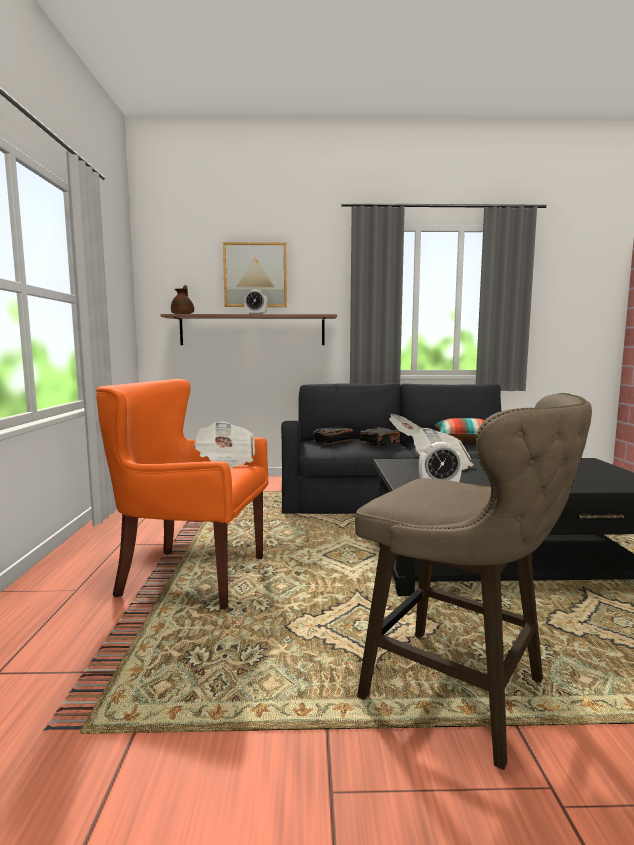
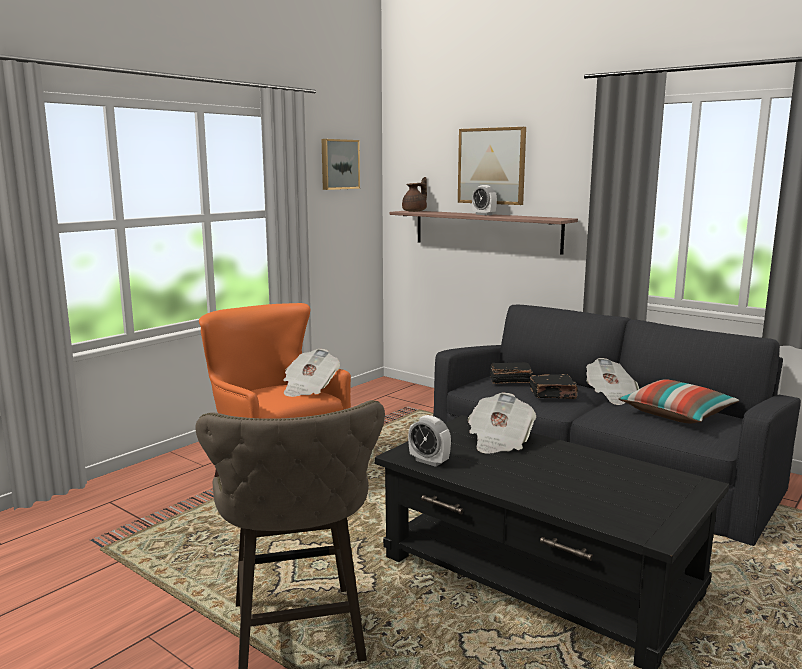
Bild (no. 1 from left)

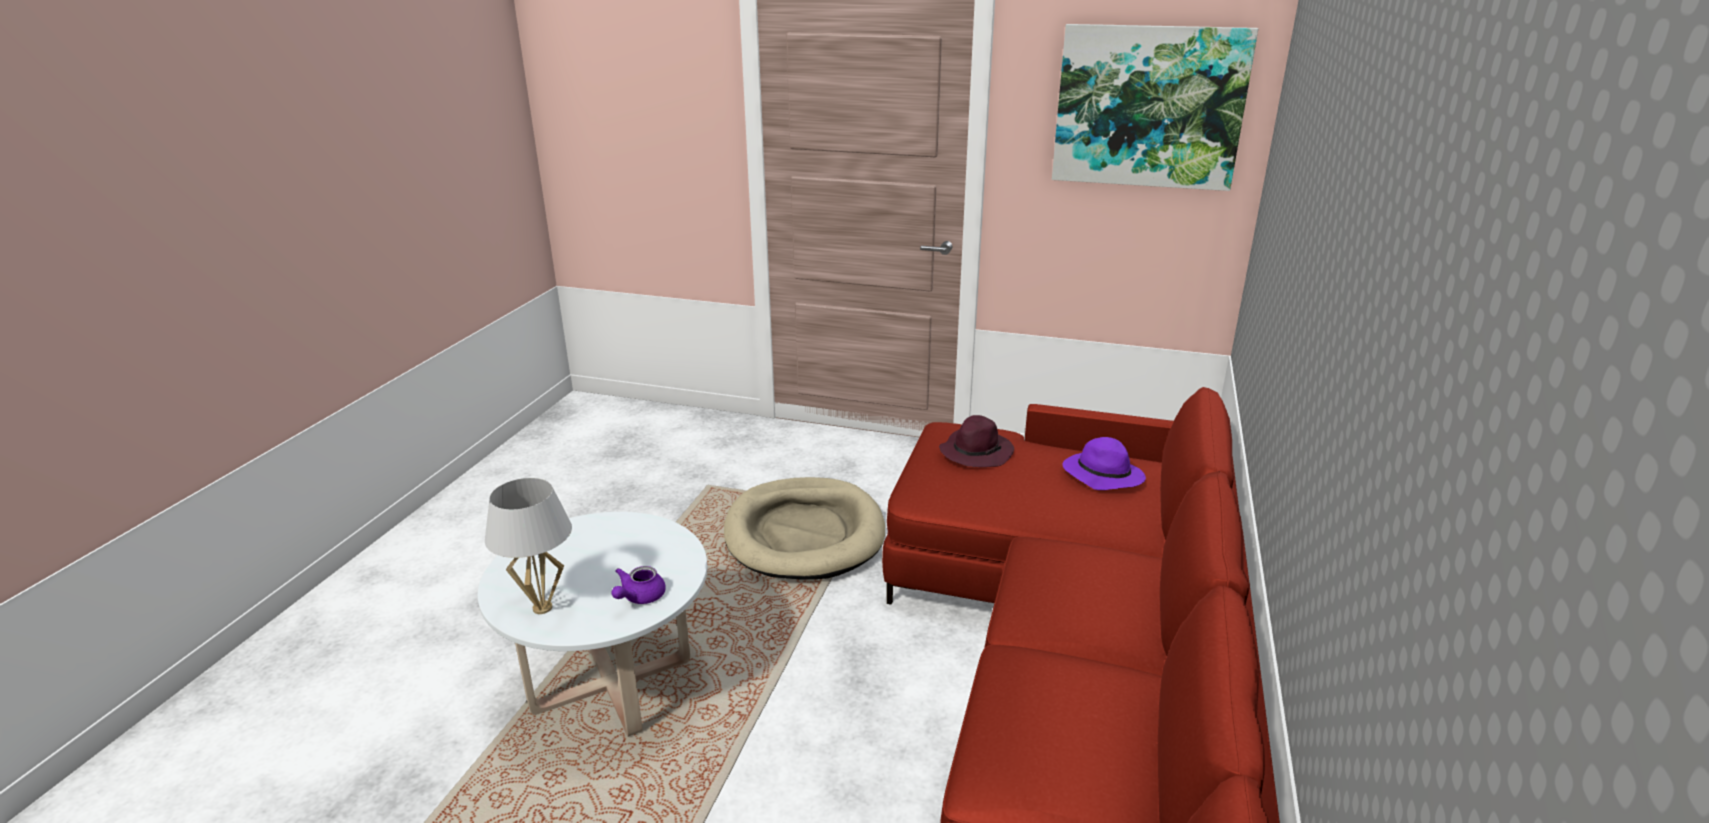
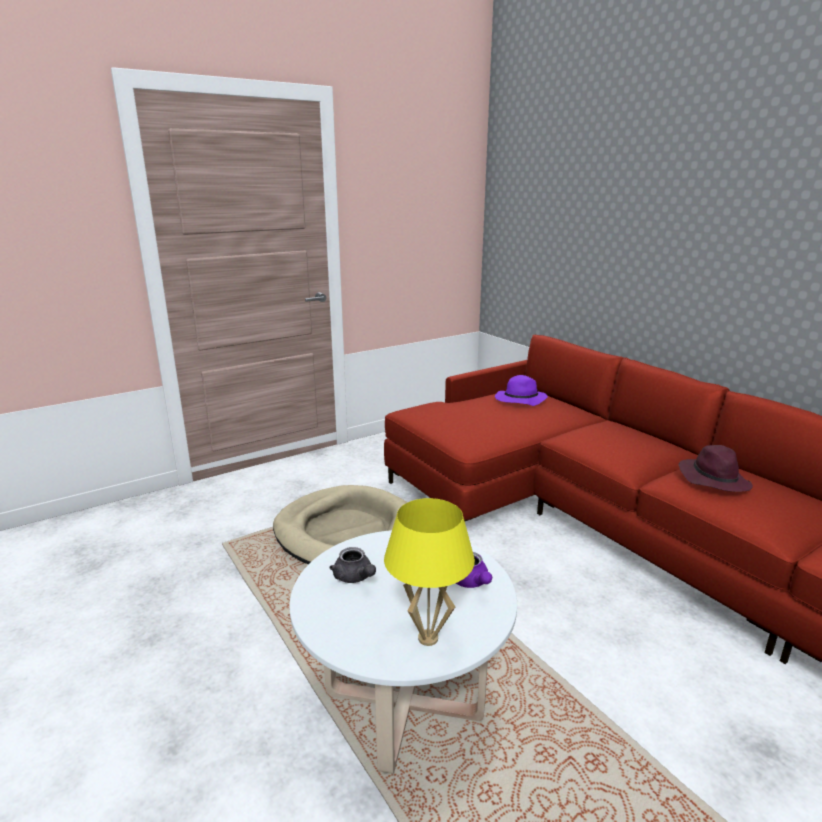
Bild
Hut (lila) (no. 2 from left)
Tischlampe (gelb)
Teekanne (grau)

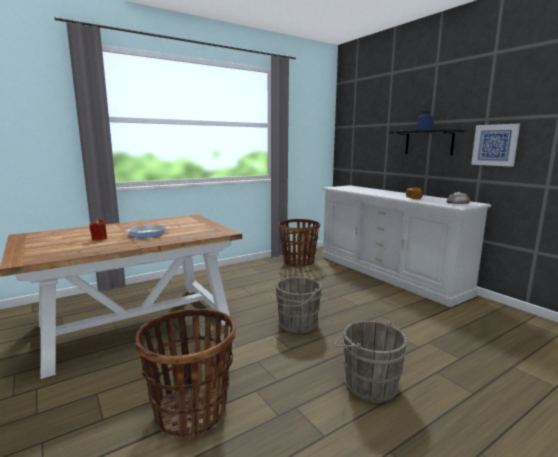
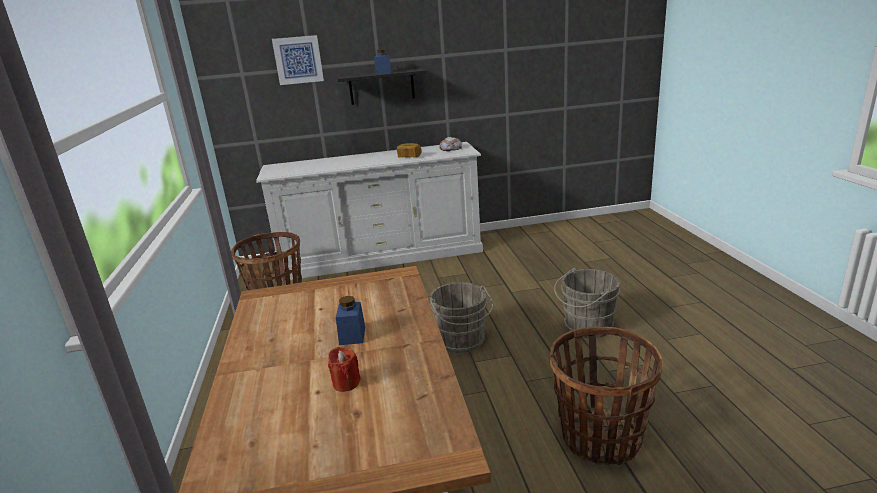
Bild
Vorratsglas (blau) (no. 1 from left)

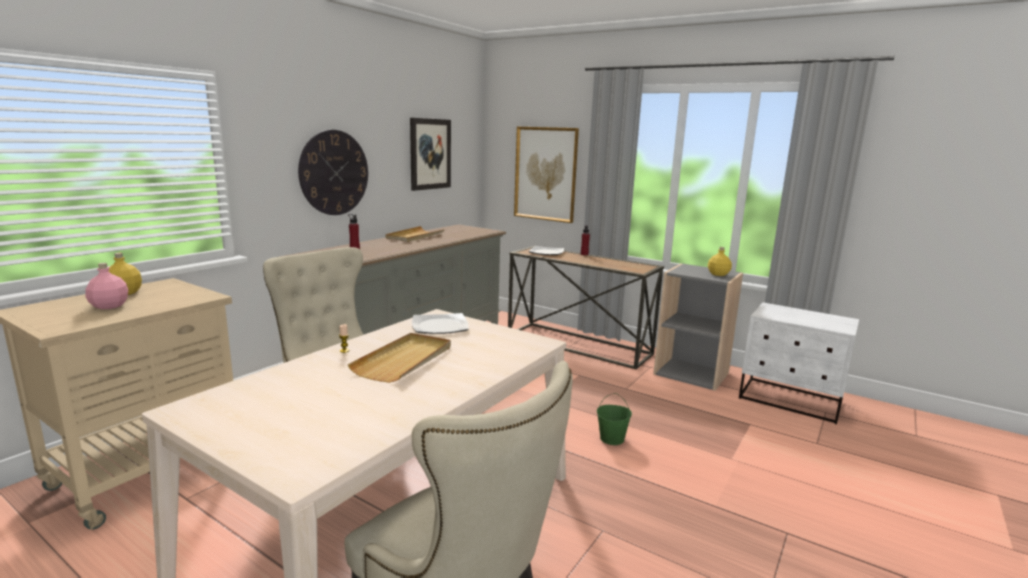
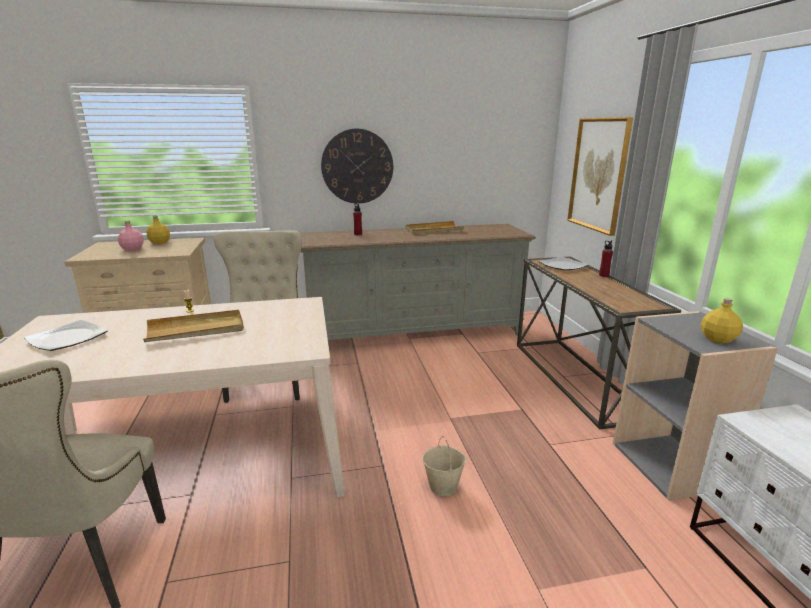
Bild (no. 1 from left in the first image)
Teller (no. 1 from left)
Eimer (beige)

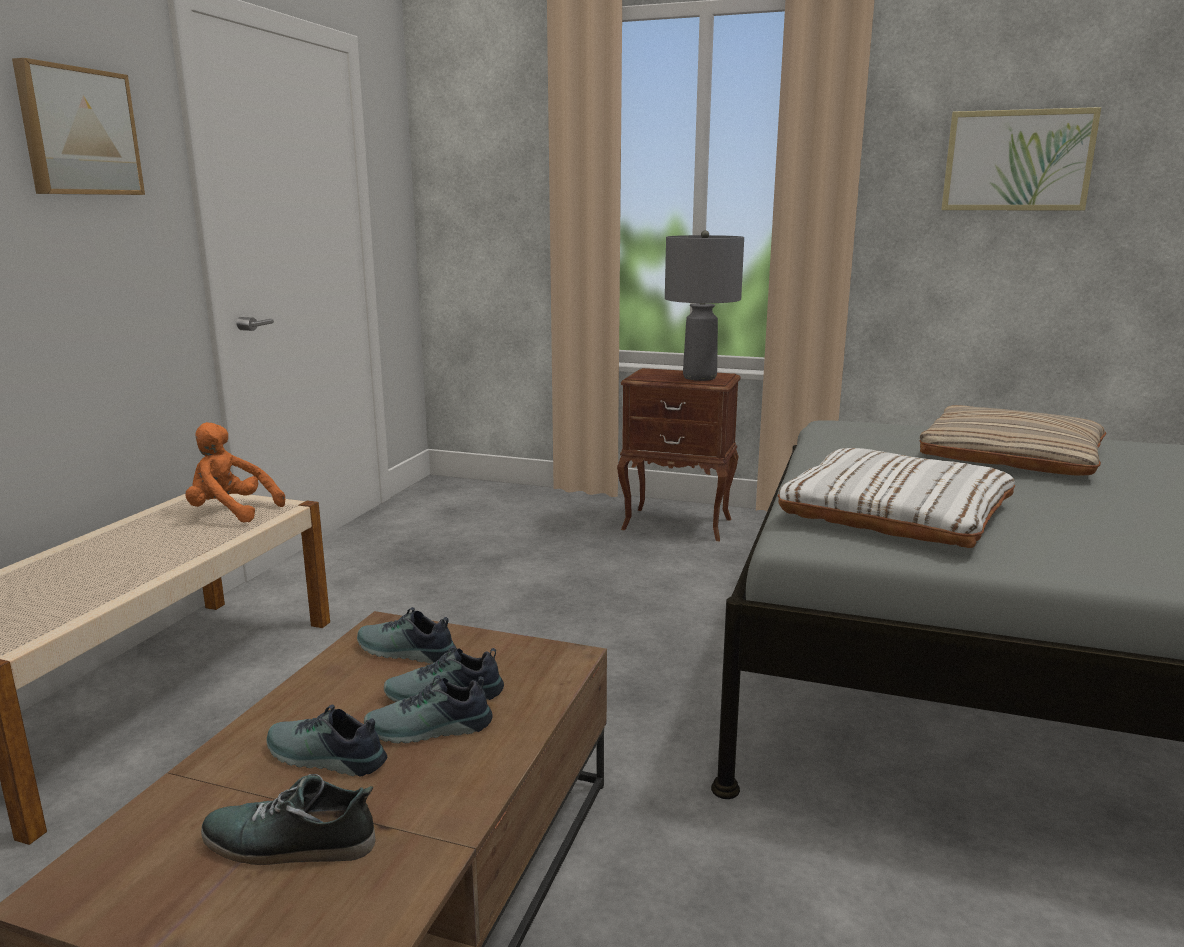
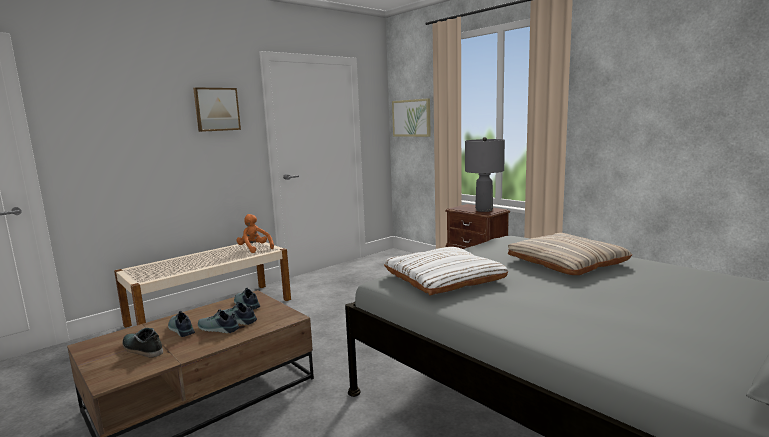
Bild (no. 2 from left)

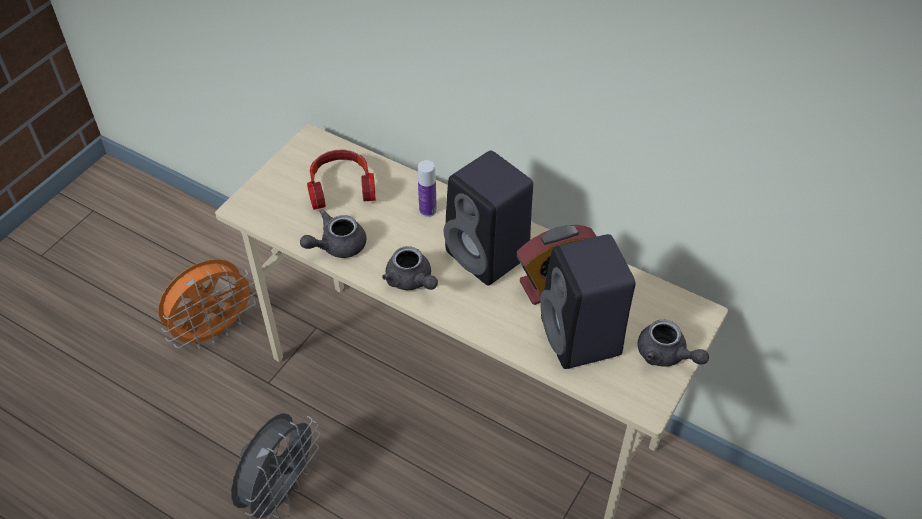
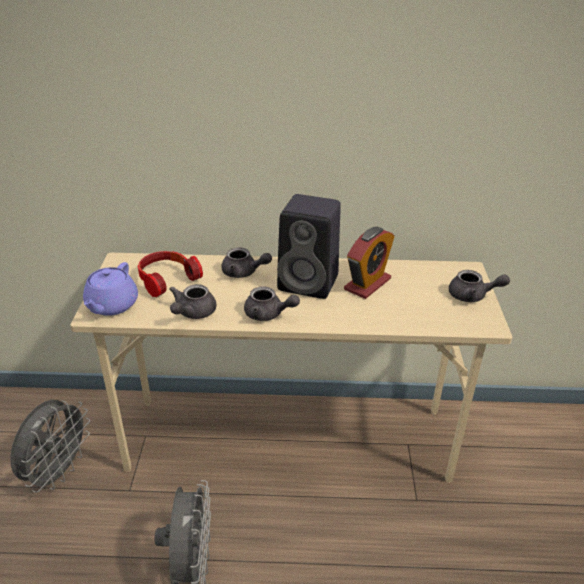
Teekanne (grau) (no. 2 from left)
Lautsprecher (schwarz) (no. 2 from left in the first image)
Ventilator (grau) (no. 1 from left)
Teekanne (lila)

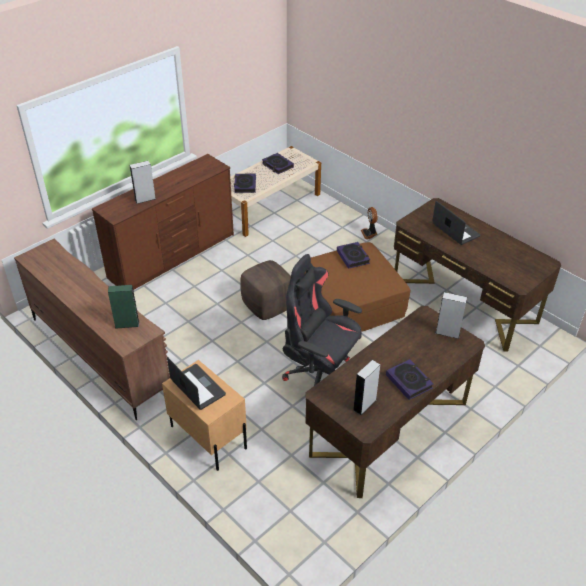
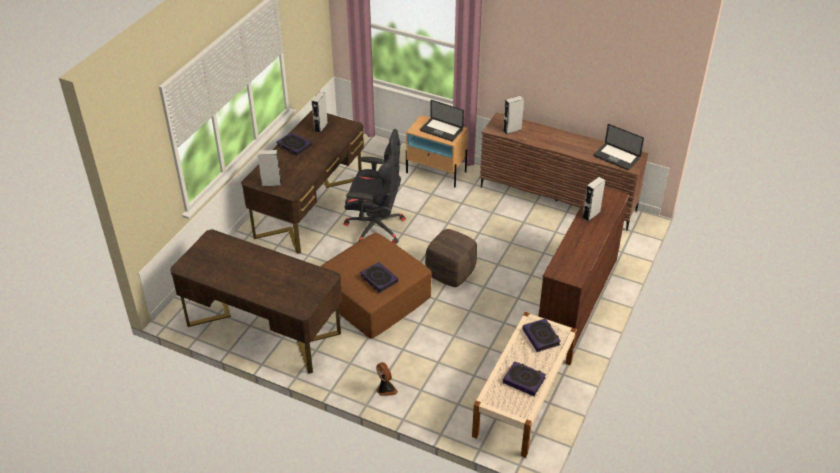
Laptop (no. 2 from left)
Lautsprecher (grau) (no. 3 from left)

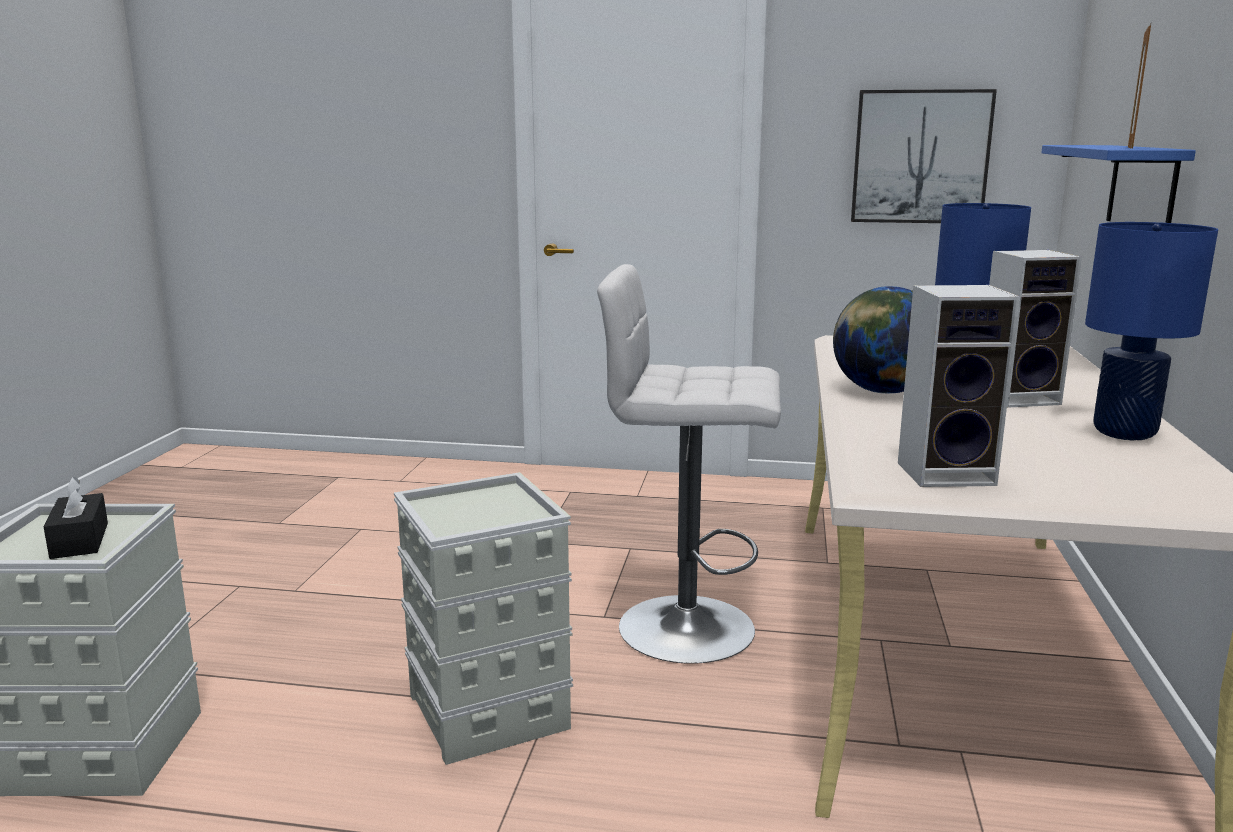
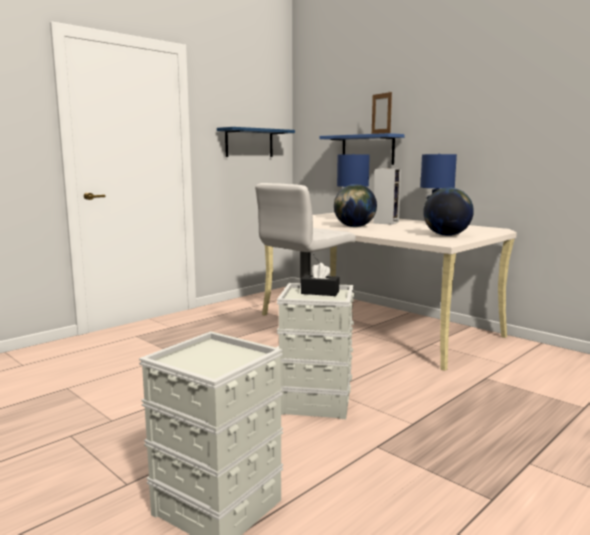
Wandregal (blau) (no. 1 from left)
Globus (no. 2 from left)
Taschentuchbox (schwarz)

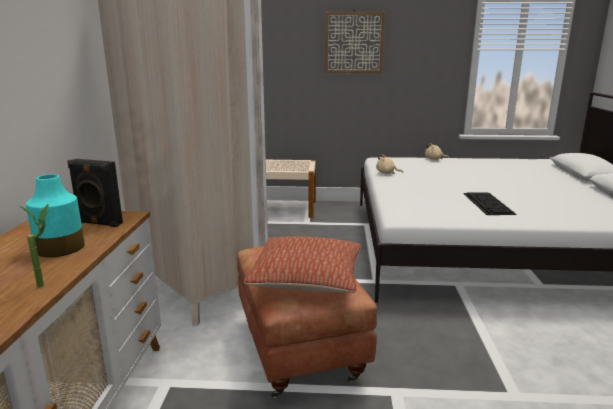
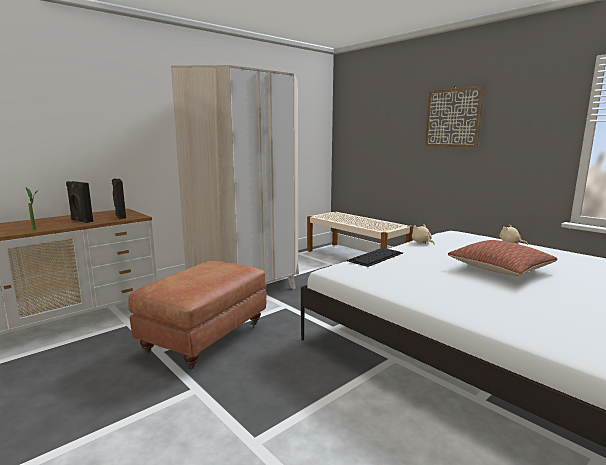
Lautsprecher (schwarz) (no. 1 from left)
Tastatur
Kissen

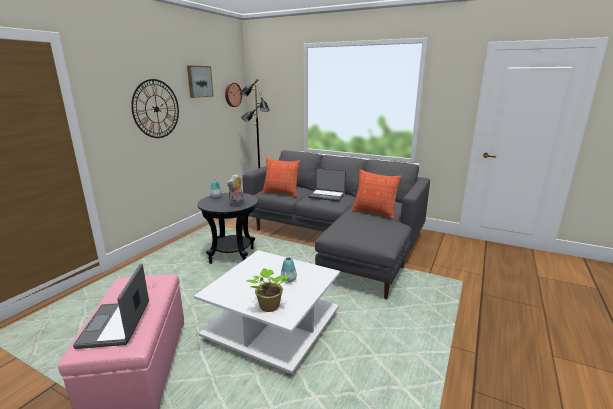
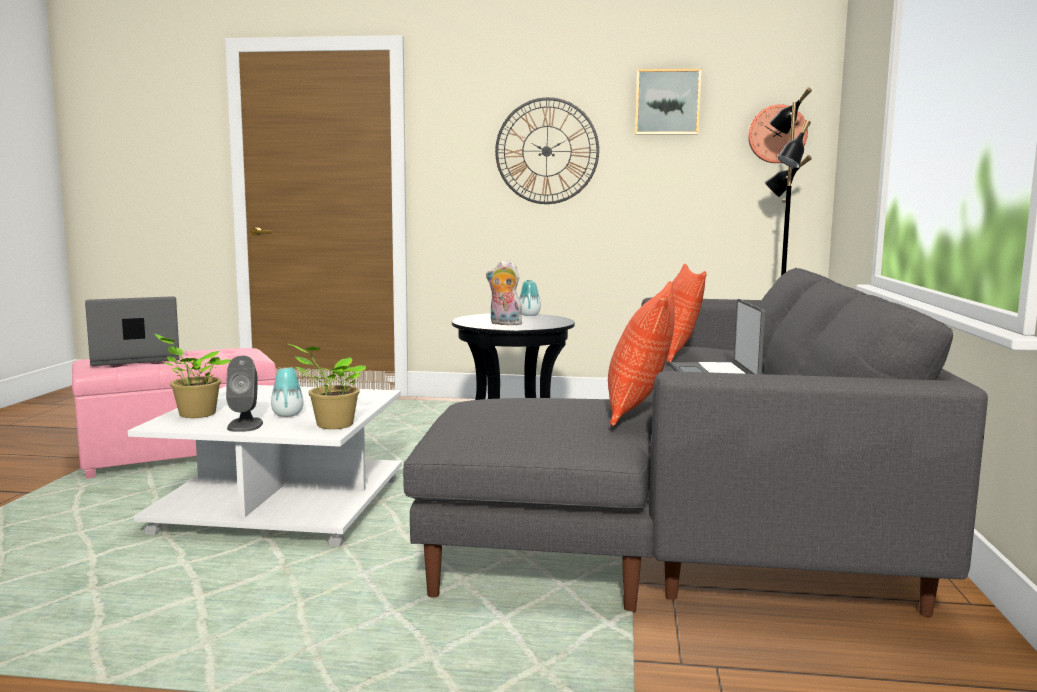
Topfpflanze (no. 2 from left)
Lautsprecher (grau)

